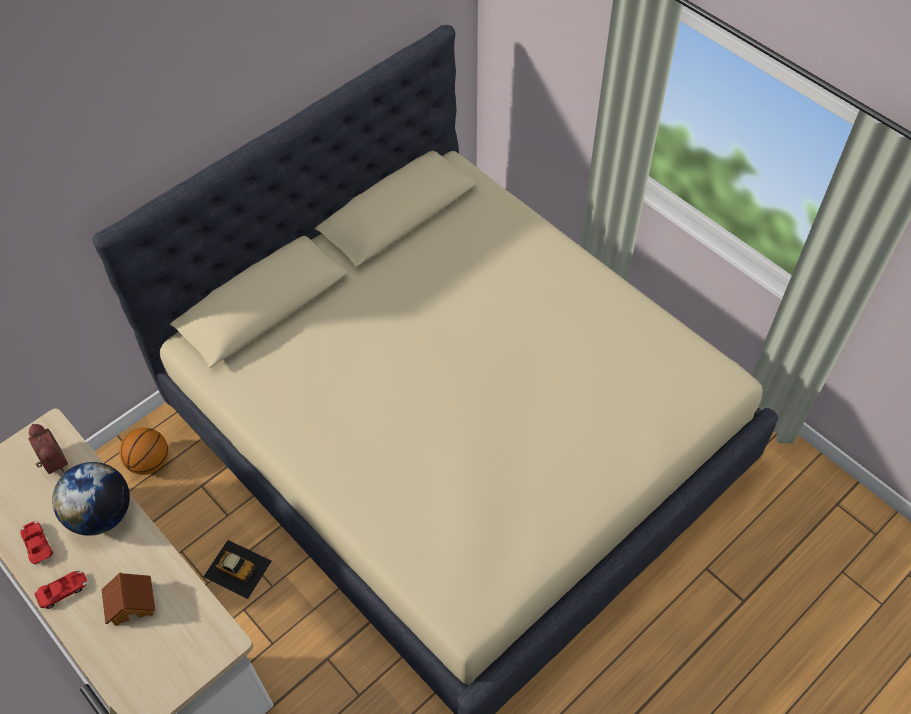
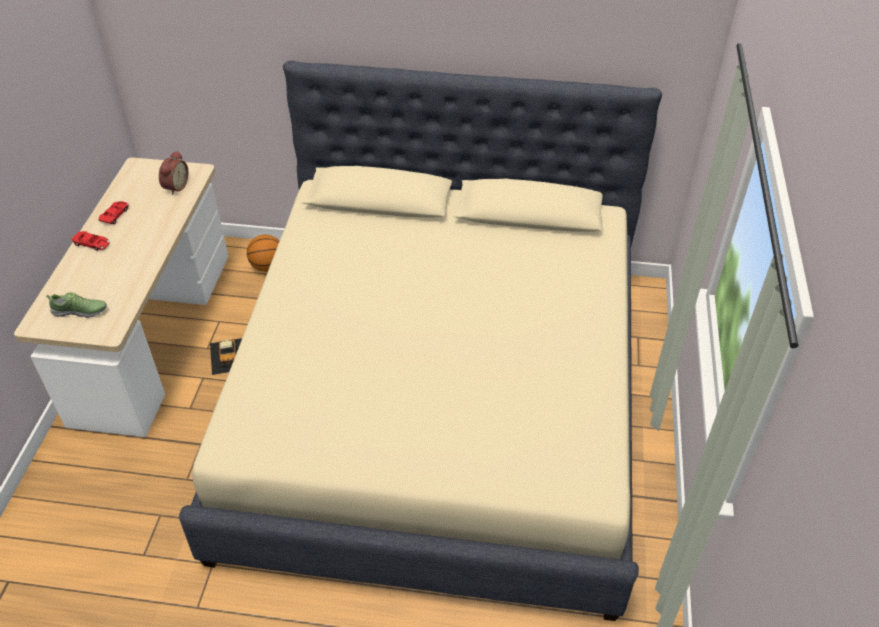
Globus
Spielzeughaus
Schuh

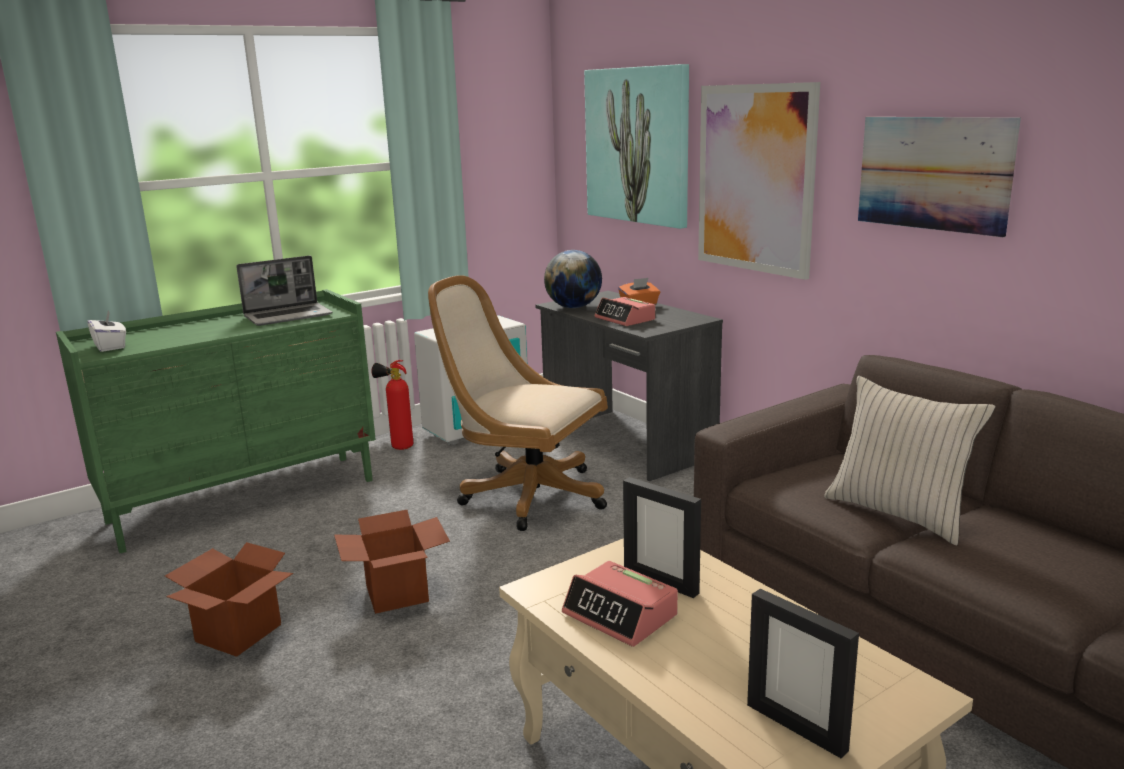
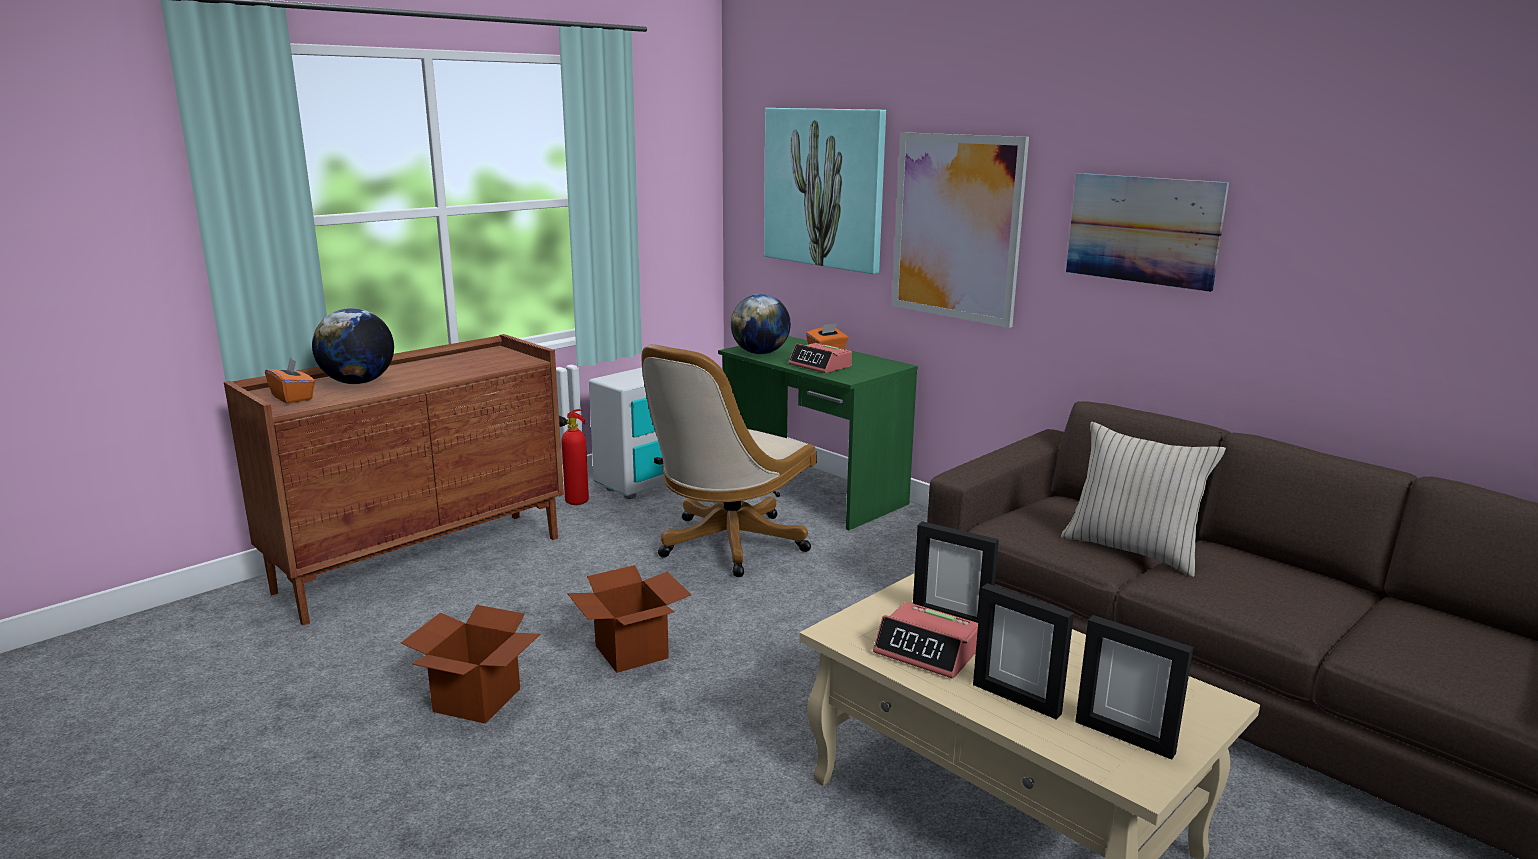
Laptop
Bürostuhl
Schrank (braun)
Schreibtisch (grün)
Taschentuchbox (orange) (no. 1 from left)
Globus (no. 1 from left)
Bilderrahmen (no. 2 from left)

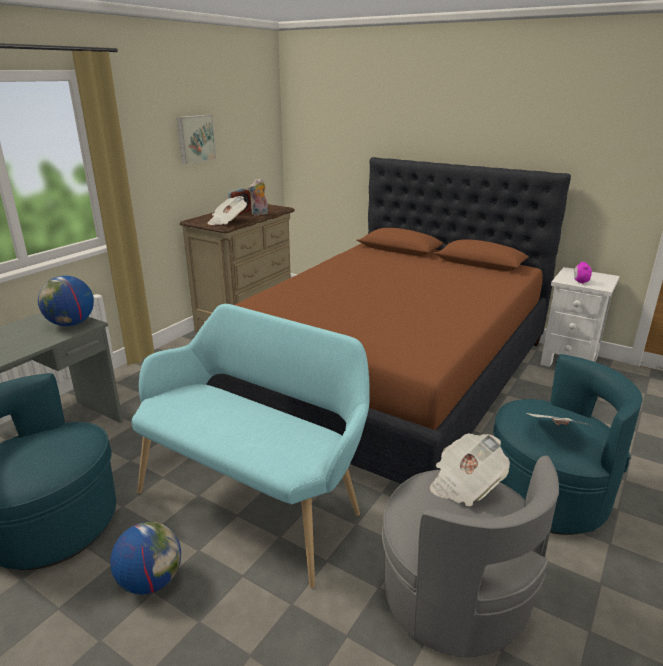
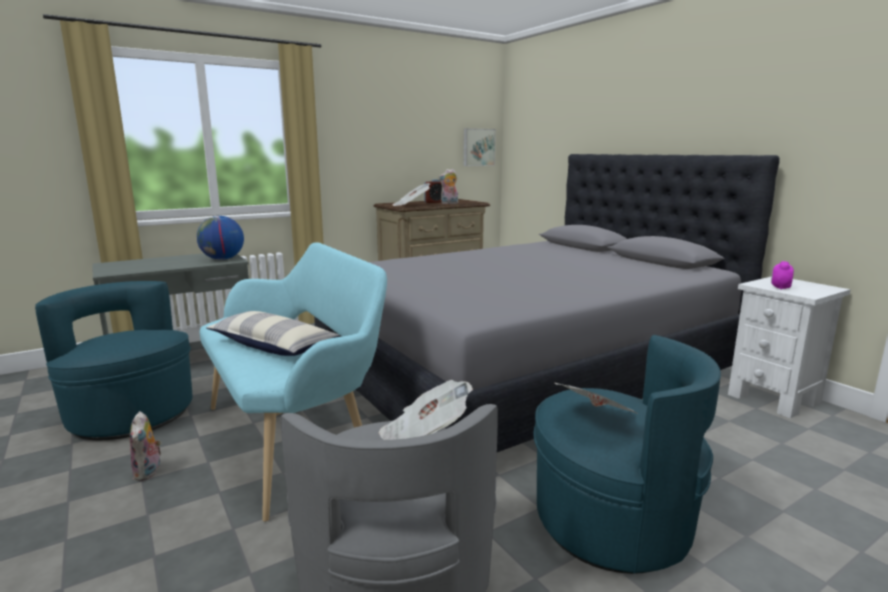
Bild
Bett (grau)
Plüschtier (no. 1 from left)
Kissen

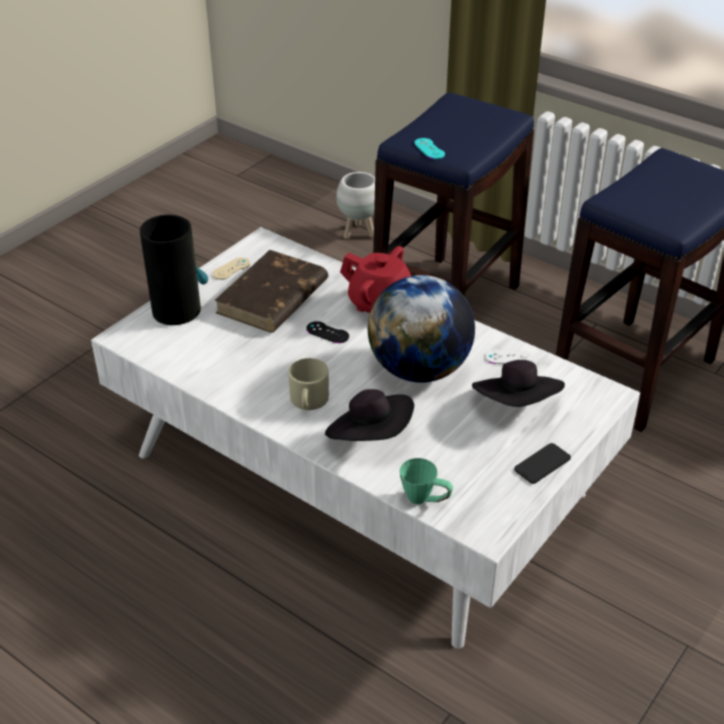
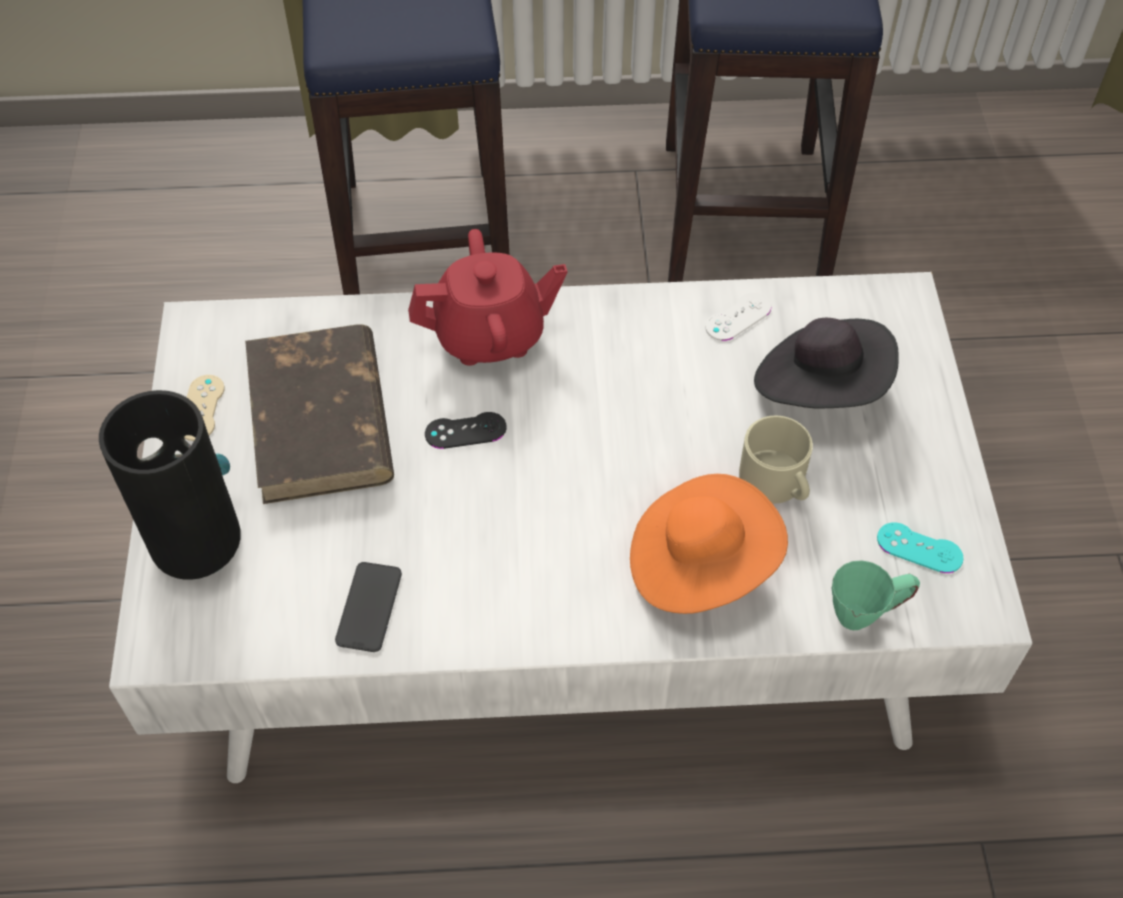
Gamepad (türkis)
Pflanzkübel (weiß)
Globus
Henkelbecher (beige)
Hut (orange)
Handy

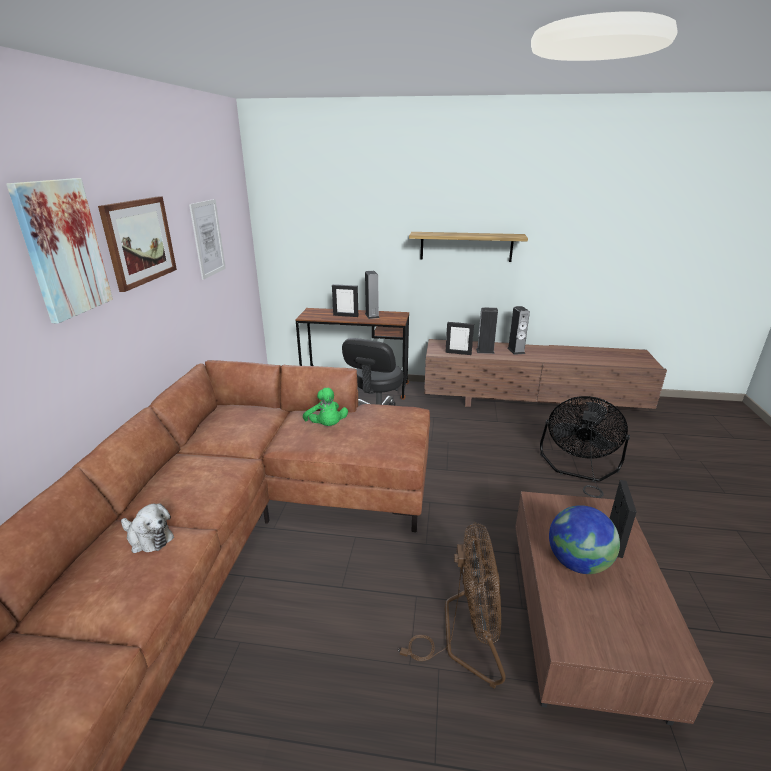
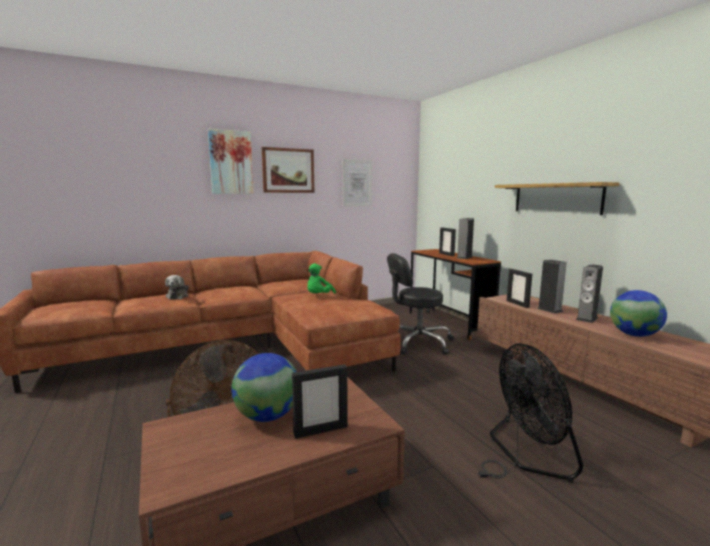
Globus (no. 2 from left)

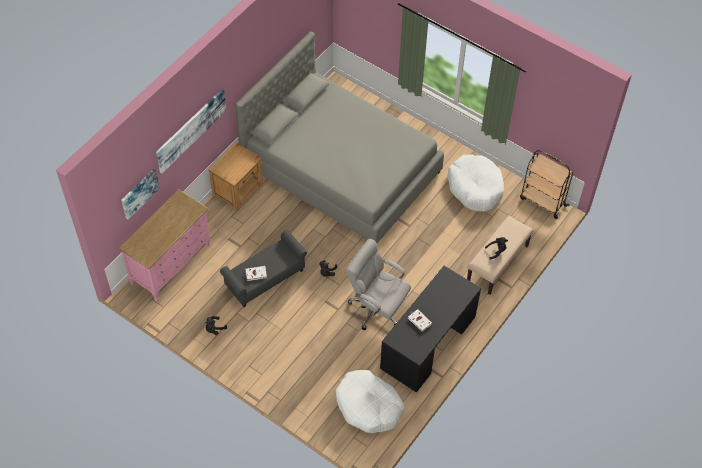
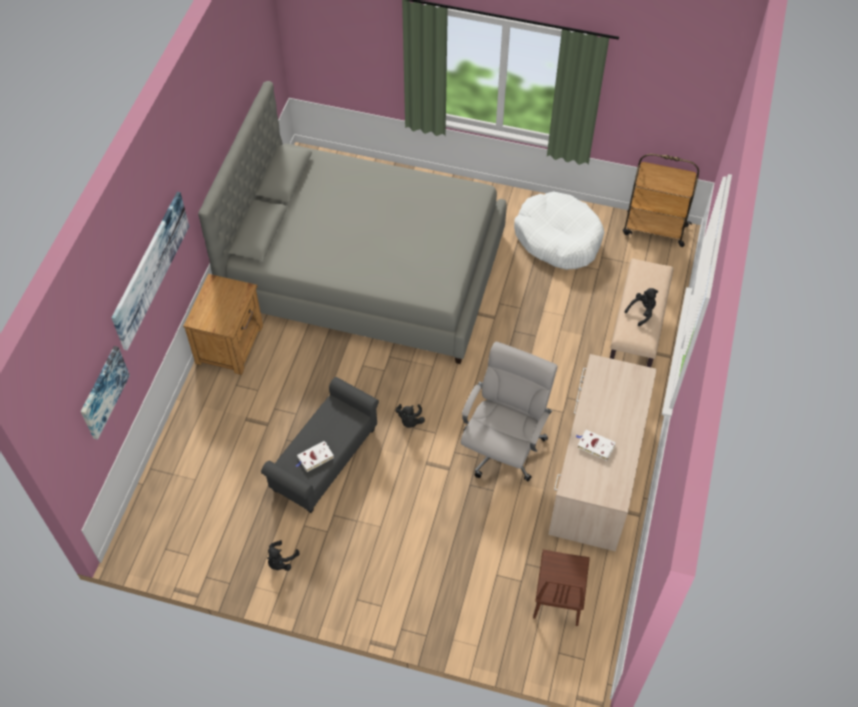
Kommode (rosa)
Bürostuhl (grau)
Schreibtisch (beige)
Stuhl (braun)

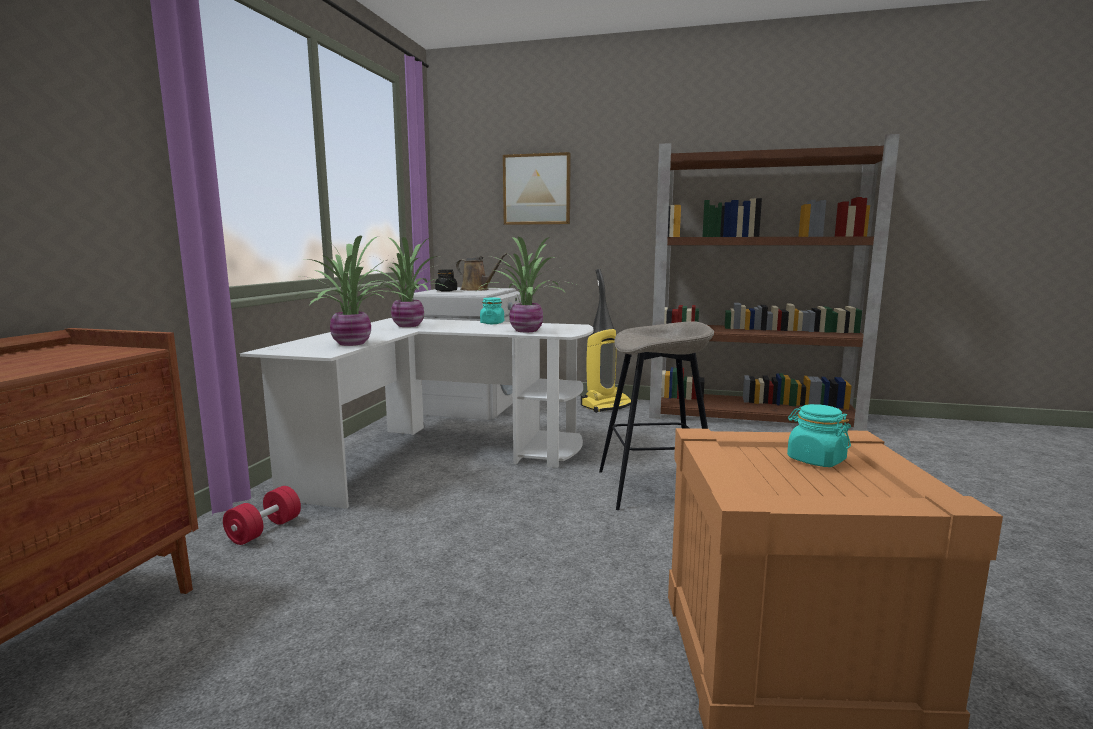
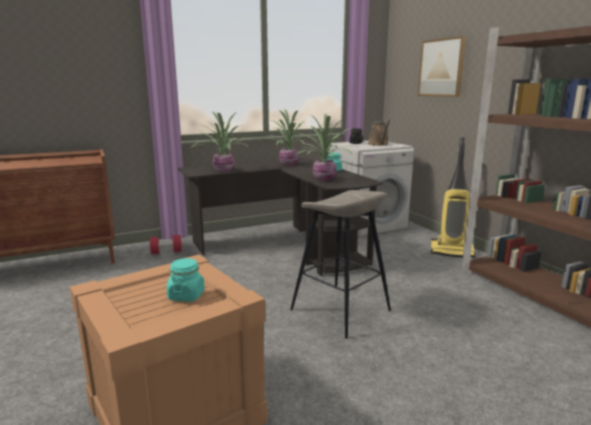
Schreibtisch (schwarz)

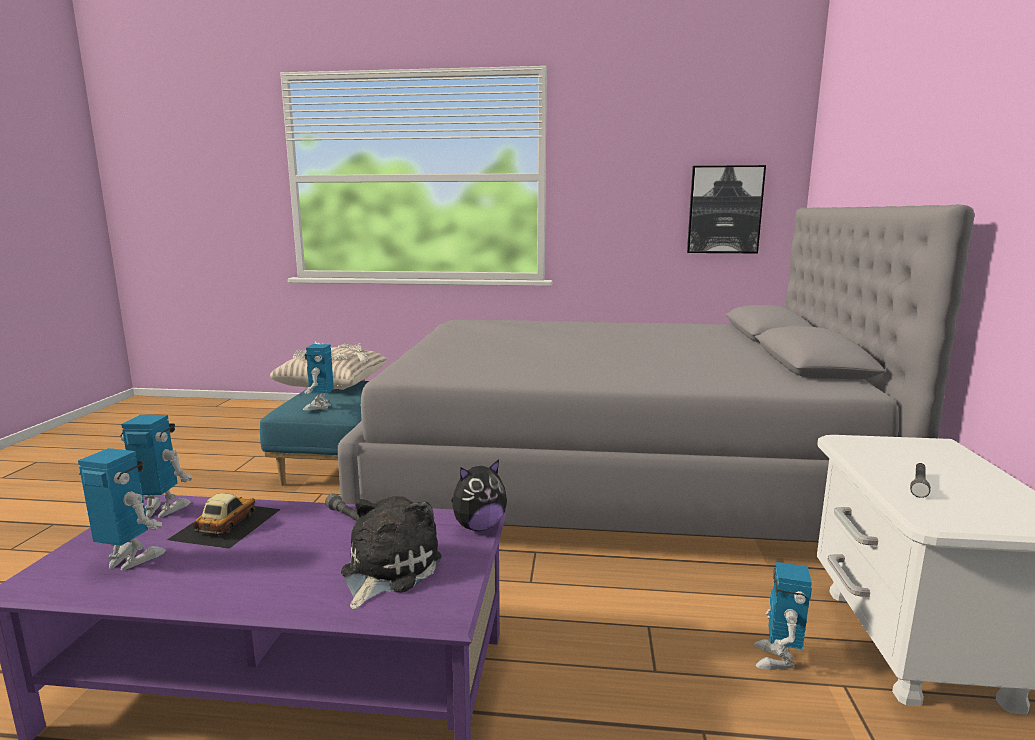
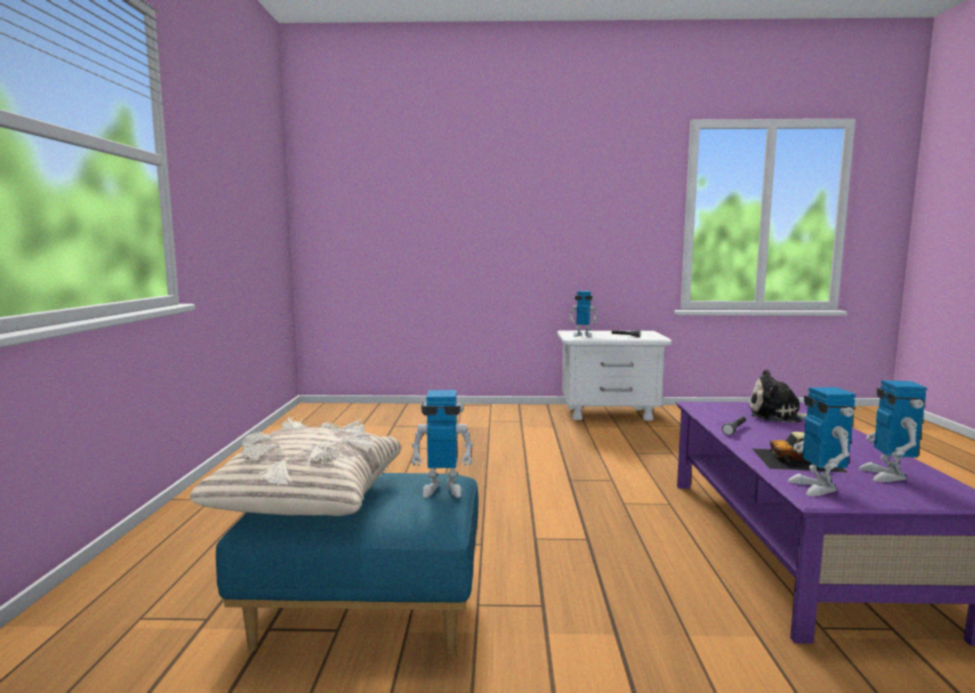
Bild
Bett (grau)
Plüschtier (no. 2 from left in the first image)
Spielzeugroboter (no. 2 from left)

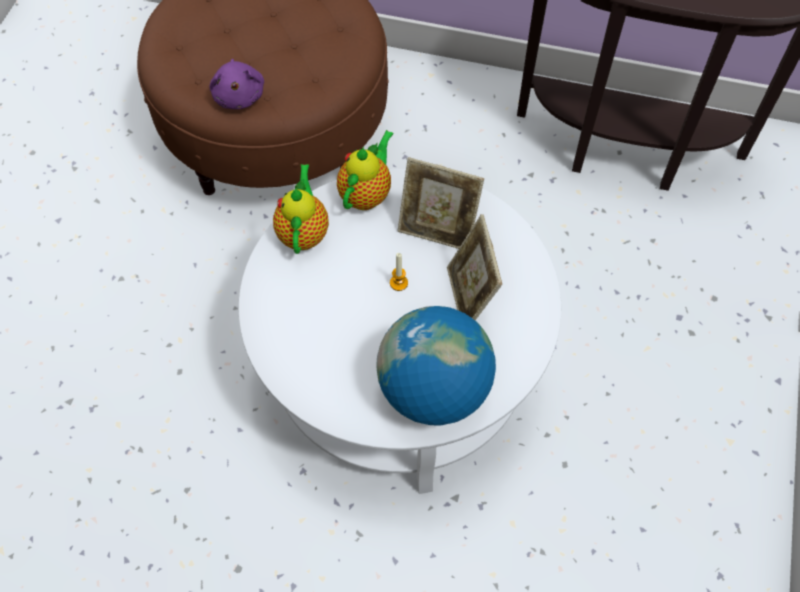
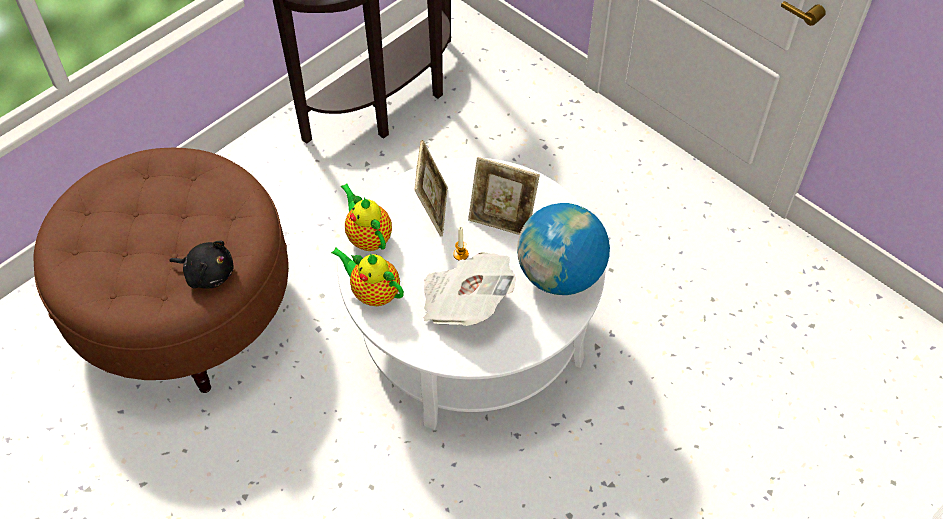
Plüschtier (schwarz)
Bilderrahmen (no. 1 from left)
Zeitung

